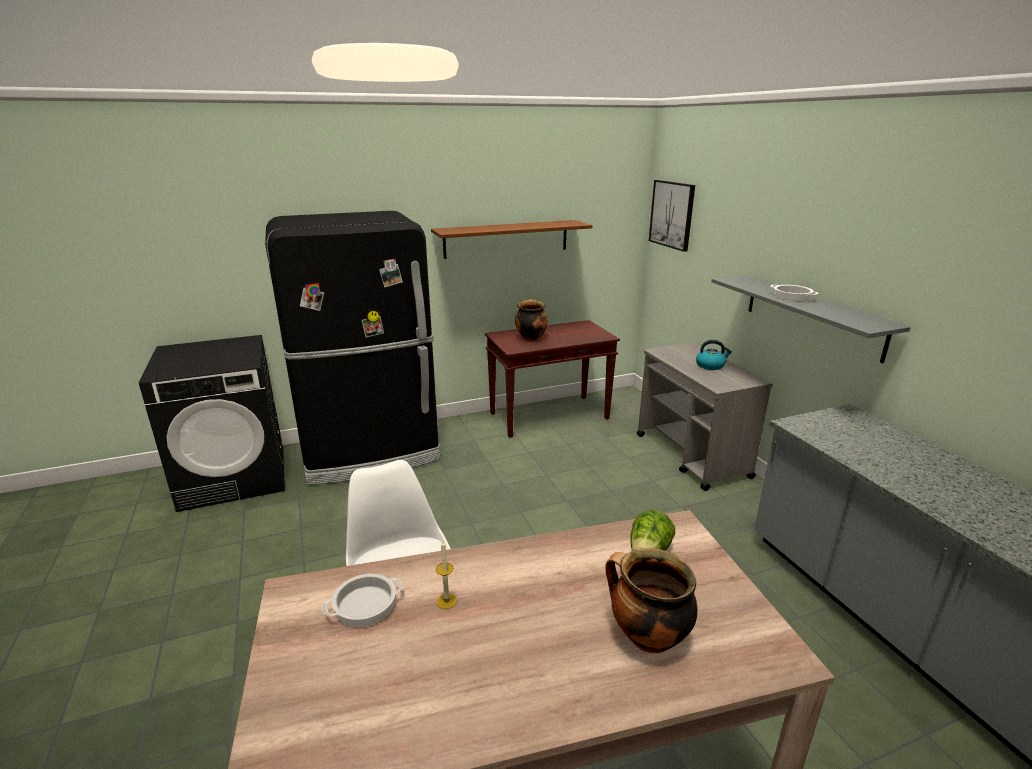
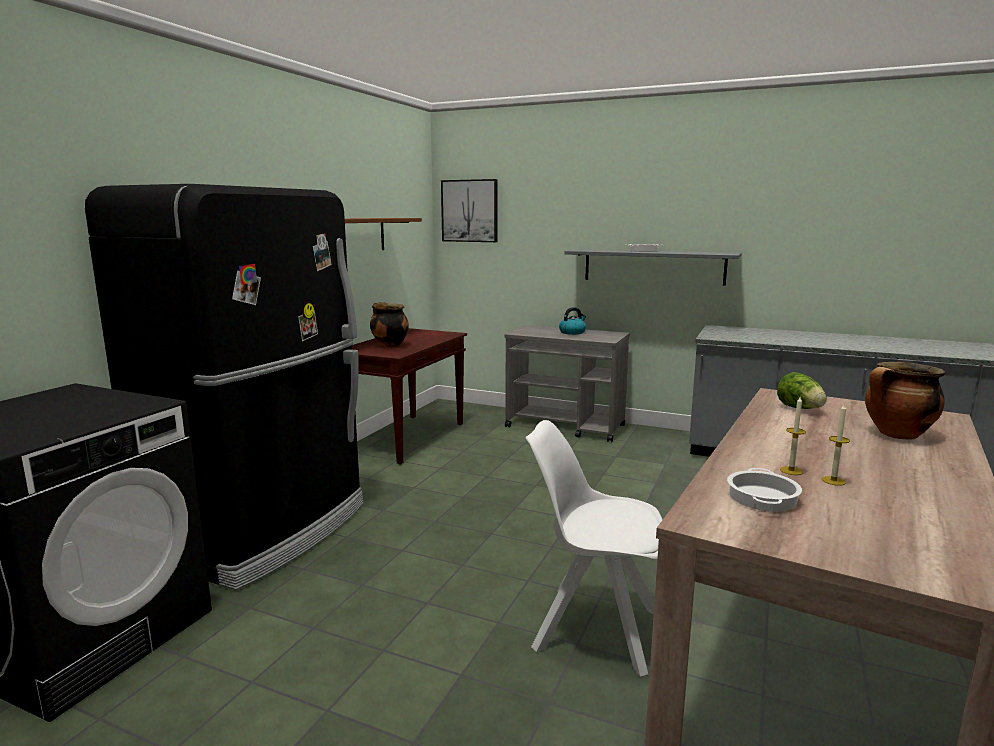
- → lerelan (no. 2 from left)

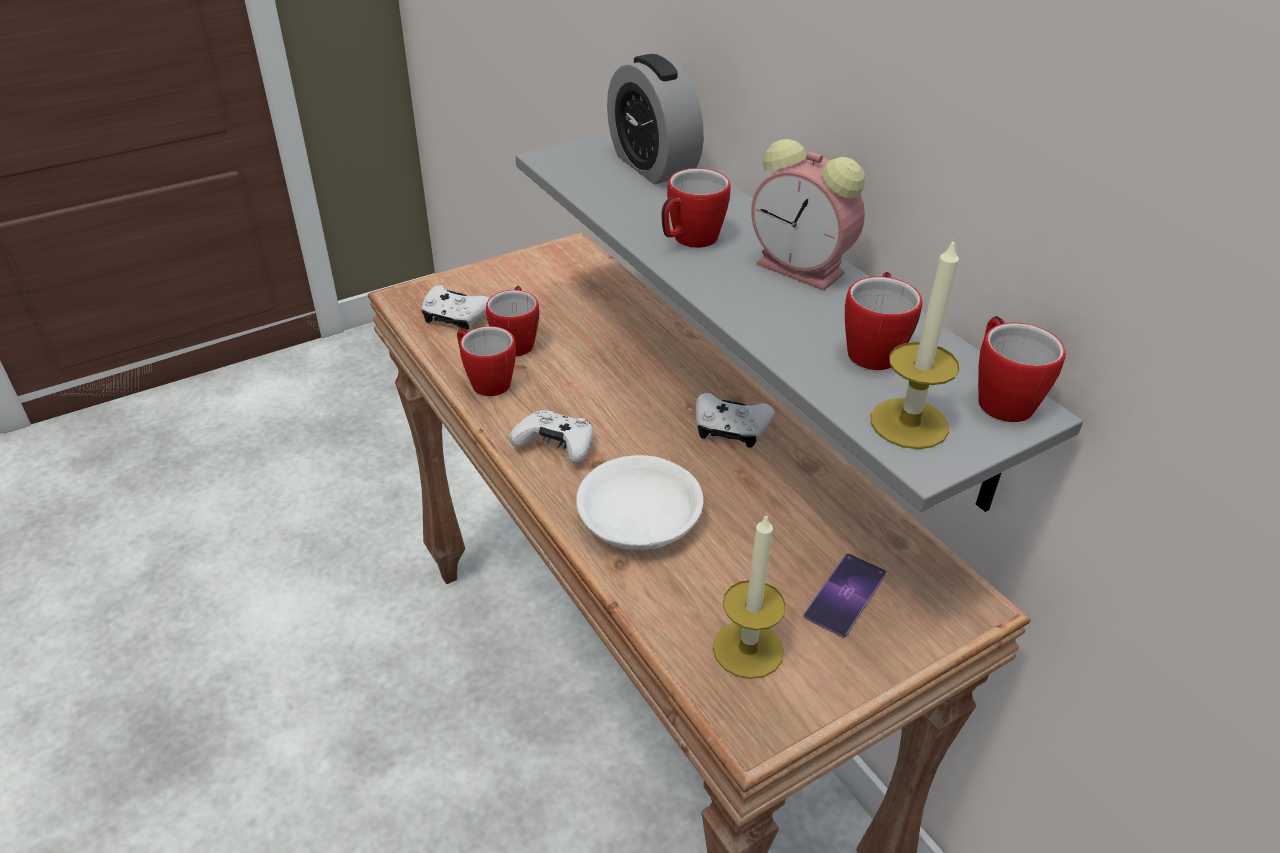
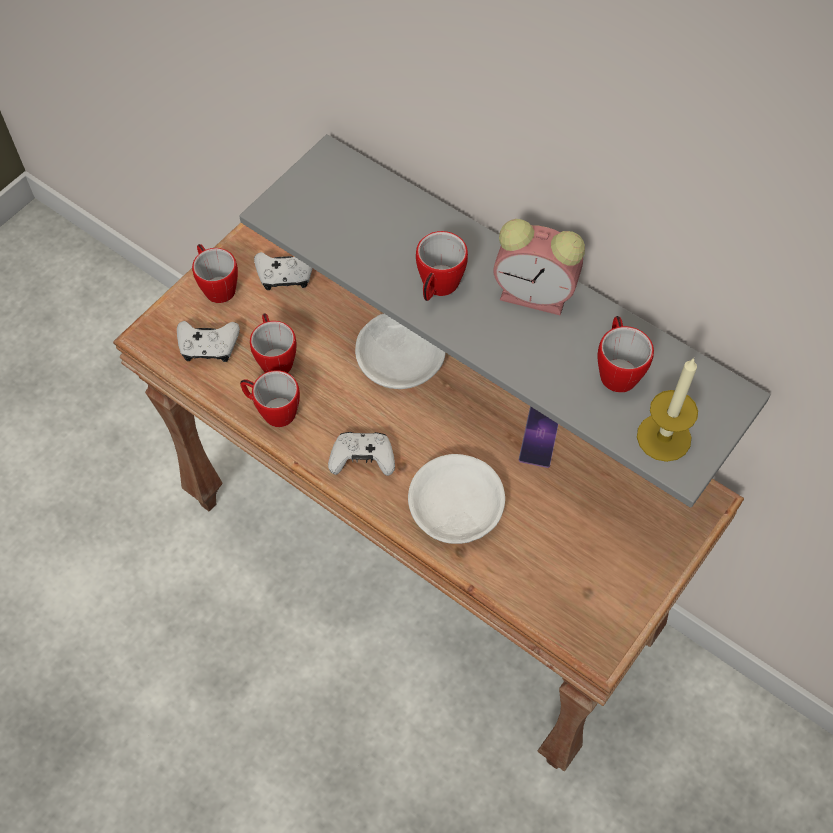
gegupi (no. 1 from left) → -
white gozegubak (no. 3 from left in the first image) → white gozegubak (no. 2 from left), relocated
lerelan (no. 1 from left) → -
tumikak, relocated
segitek (no. 5 from left in the first image) → segitek (no. 1 from left), relocated
- → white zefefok (no. 1 from left)

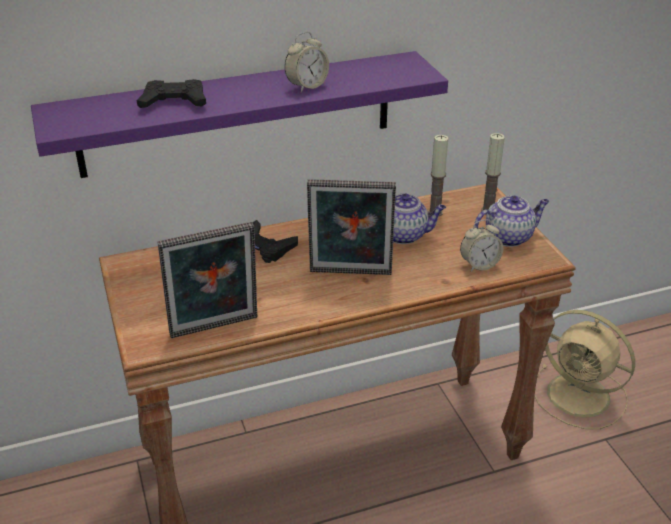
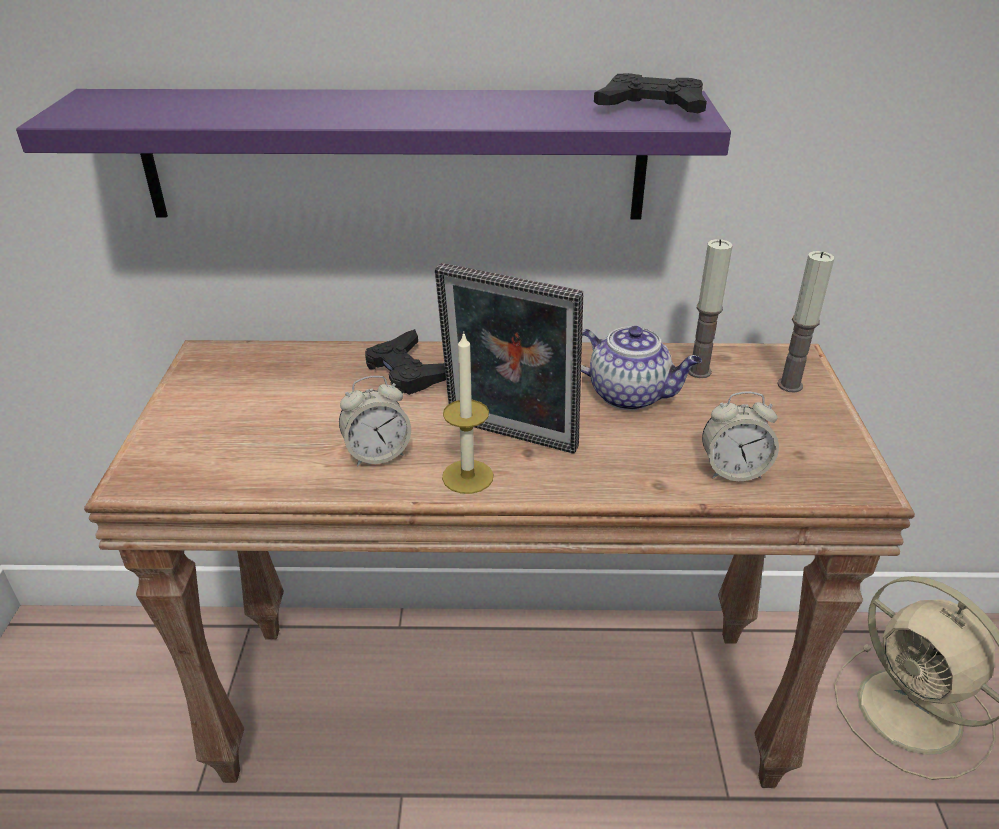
black gozegubak (no. 1 from left in the first image) → black gozegubak (no. 2 from left), relocated
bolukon (no. 1 from left) → -
gegupi (no. 1 from left), relocated
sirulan (no. 2 from left) → -
- → lerelan (no. 1 from left)

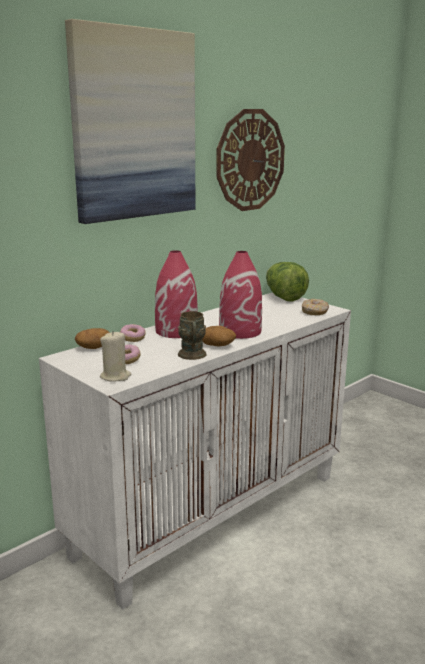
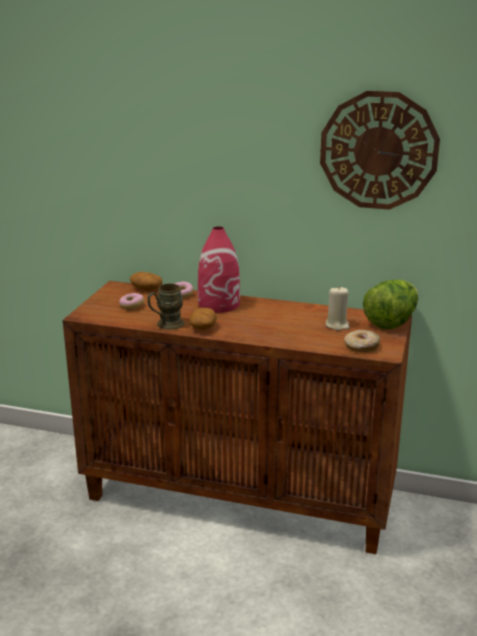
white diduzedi → brown diduzedi
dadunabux → -
beige lerelan, relocated
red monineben (no. 2 from left) → -

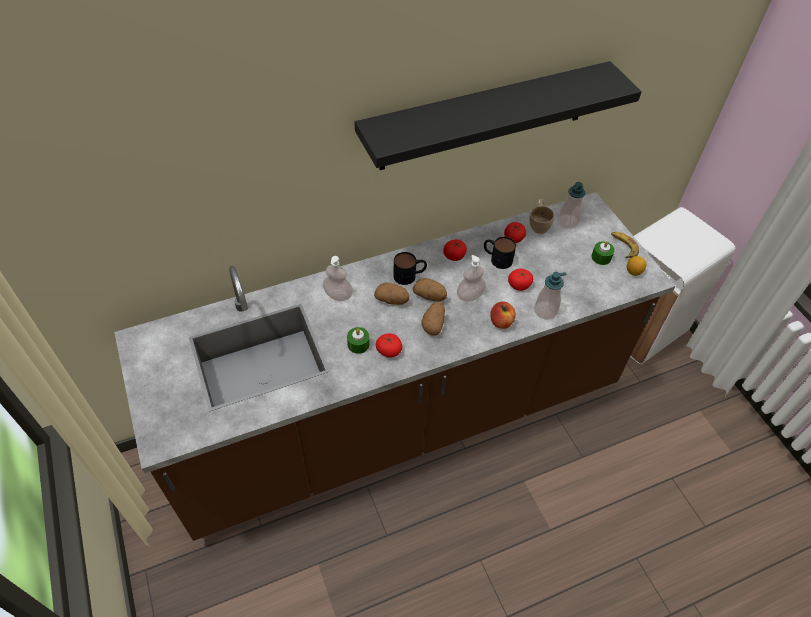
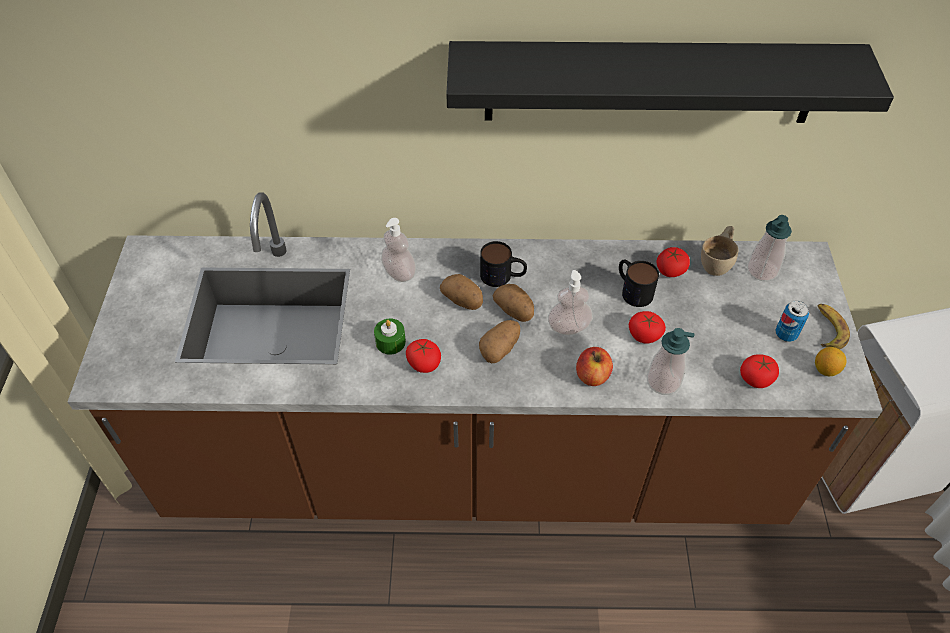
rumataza (no. 2 from left in the first image) → rumataza (no. 4 from left), relocated
green lerelan (no. 2 from left) → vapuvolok

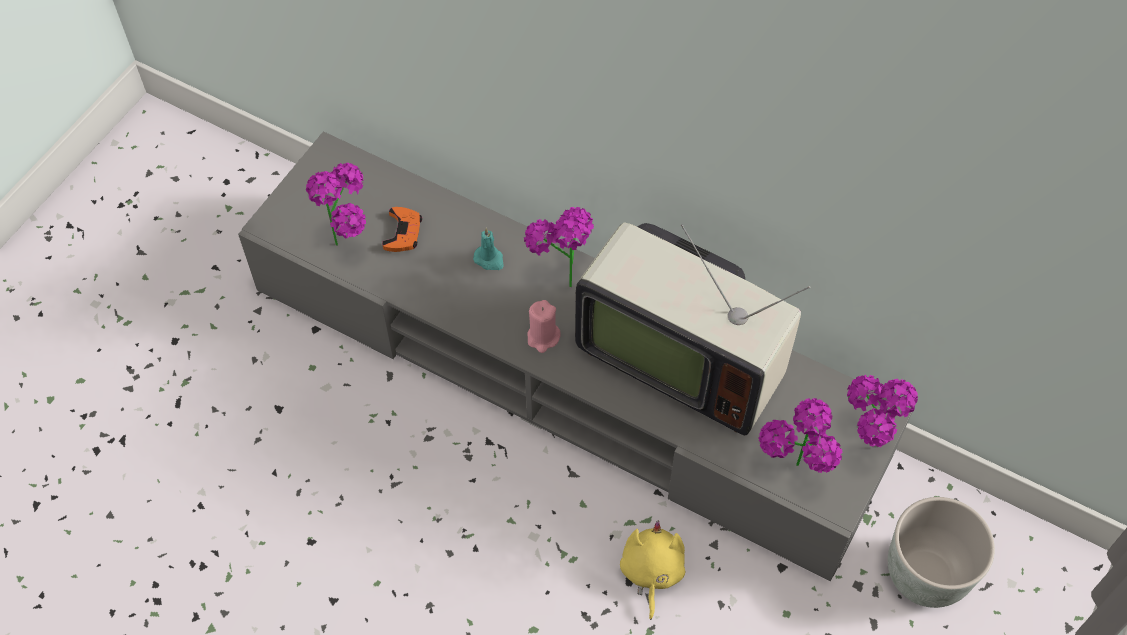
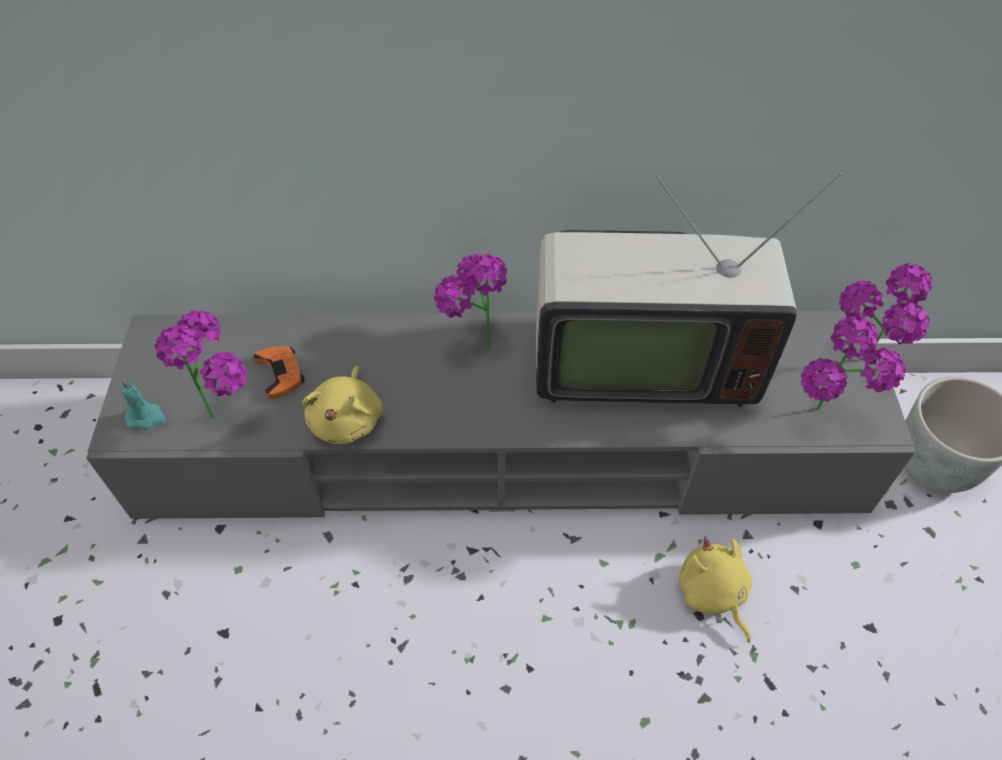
turquoise lerelan, relocated
pink lerelan → -
- → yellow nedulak (no. 1 from left)

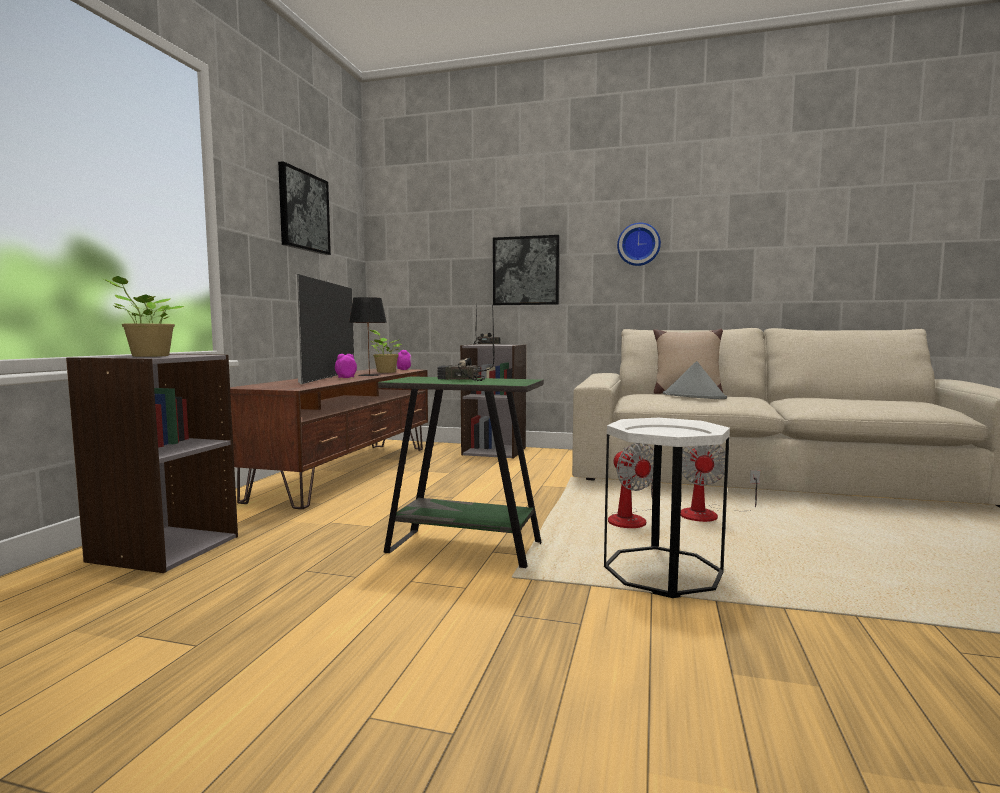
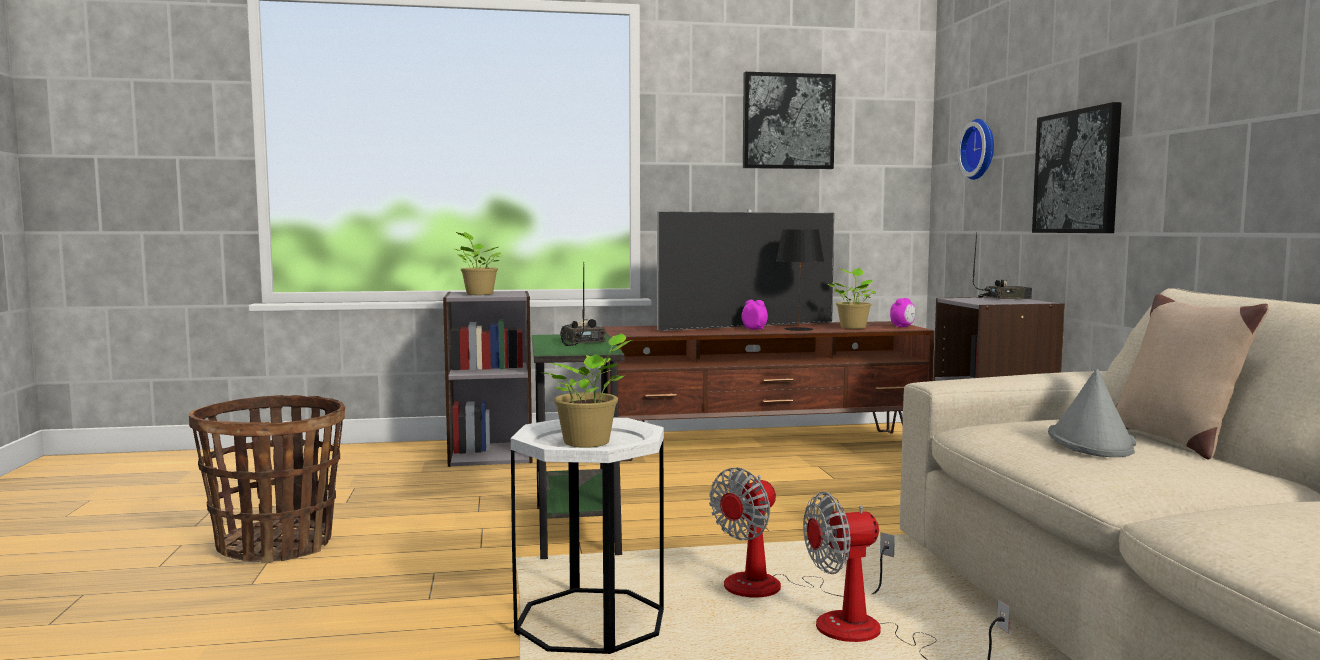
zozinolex, relocated
- → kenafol
- → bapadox (no. 2 from left)

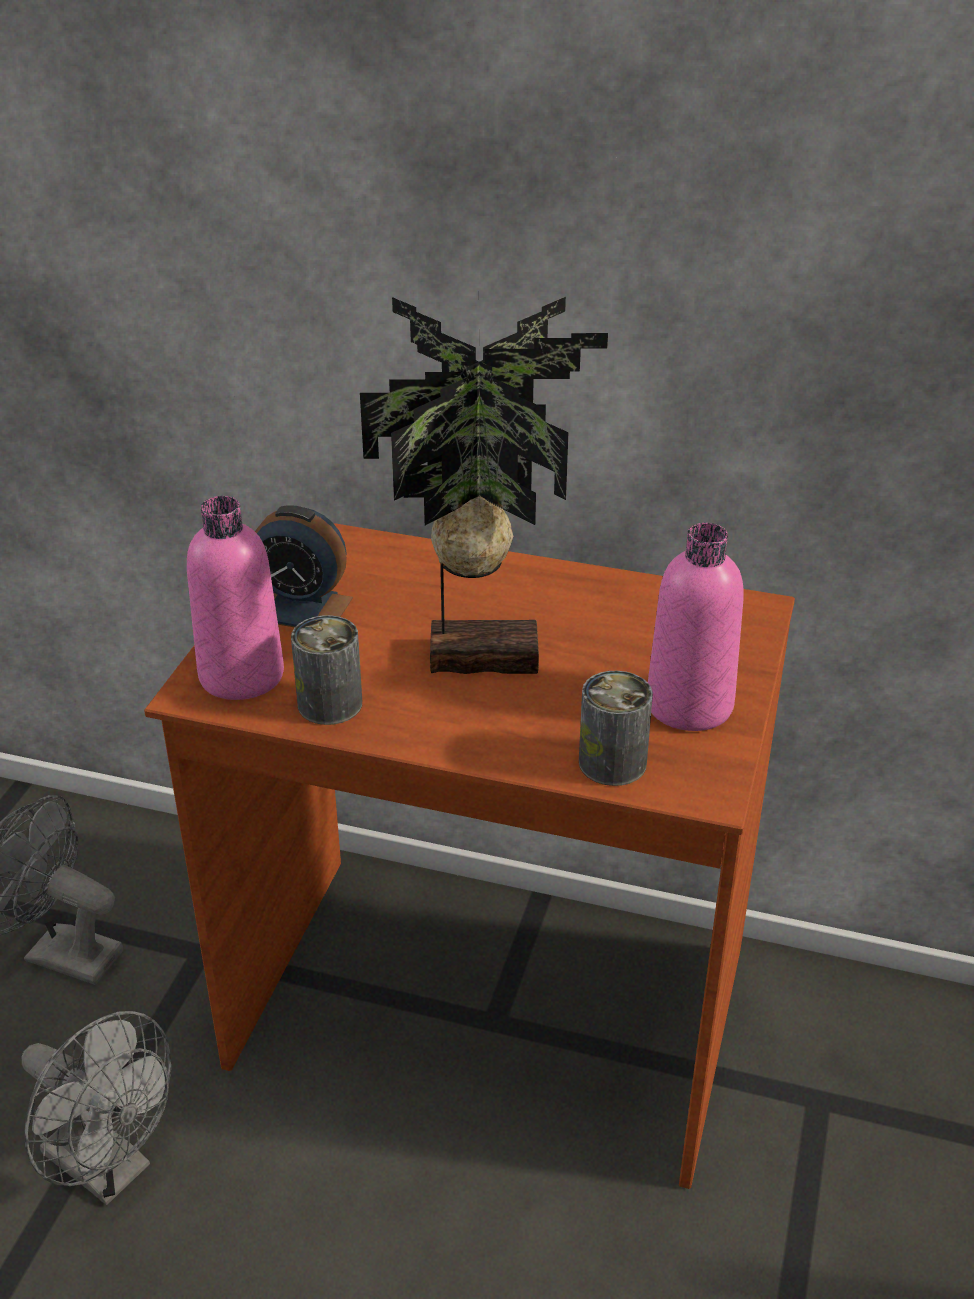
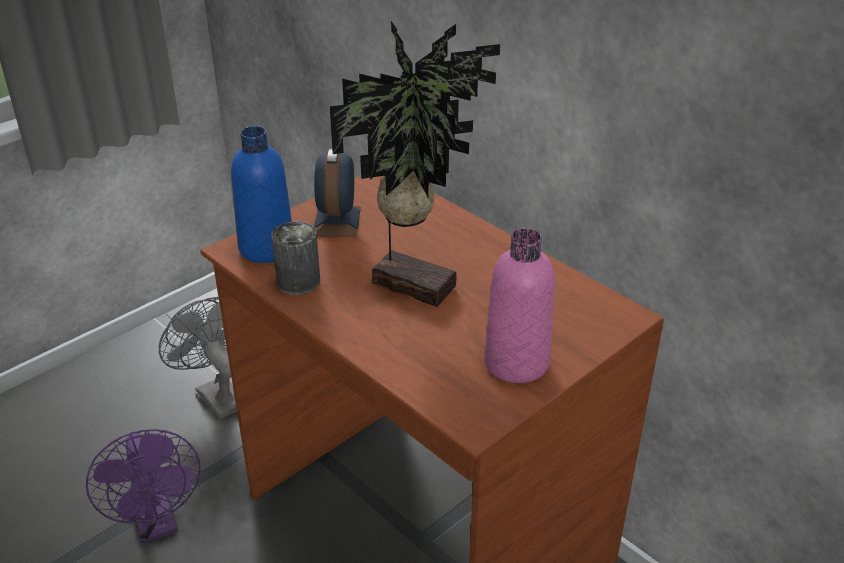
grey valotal (no. 2 from left) → purple valotal
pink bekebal (no. 1 from left) → blue bekebal
gegupi, 45 degrees clockwise
vapuvolok (no. 2 from left) → -

